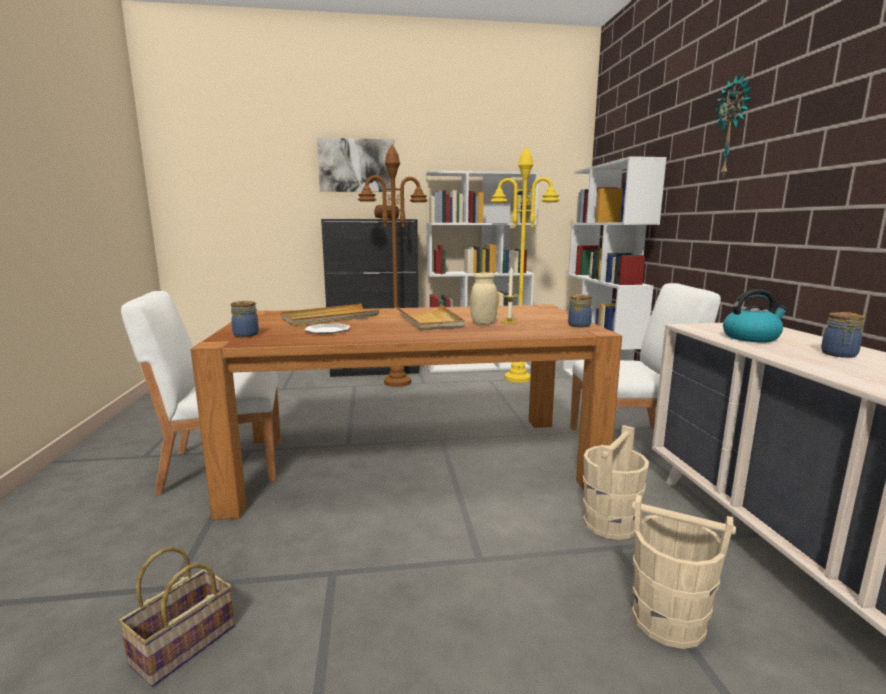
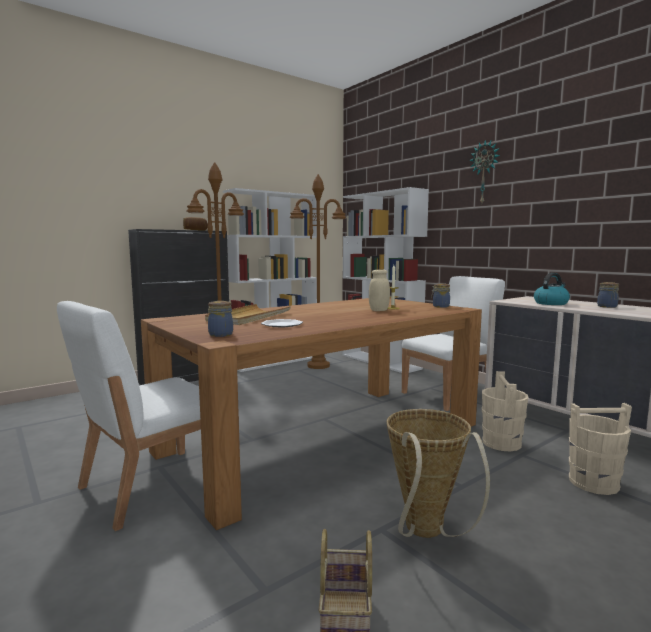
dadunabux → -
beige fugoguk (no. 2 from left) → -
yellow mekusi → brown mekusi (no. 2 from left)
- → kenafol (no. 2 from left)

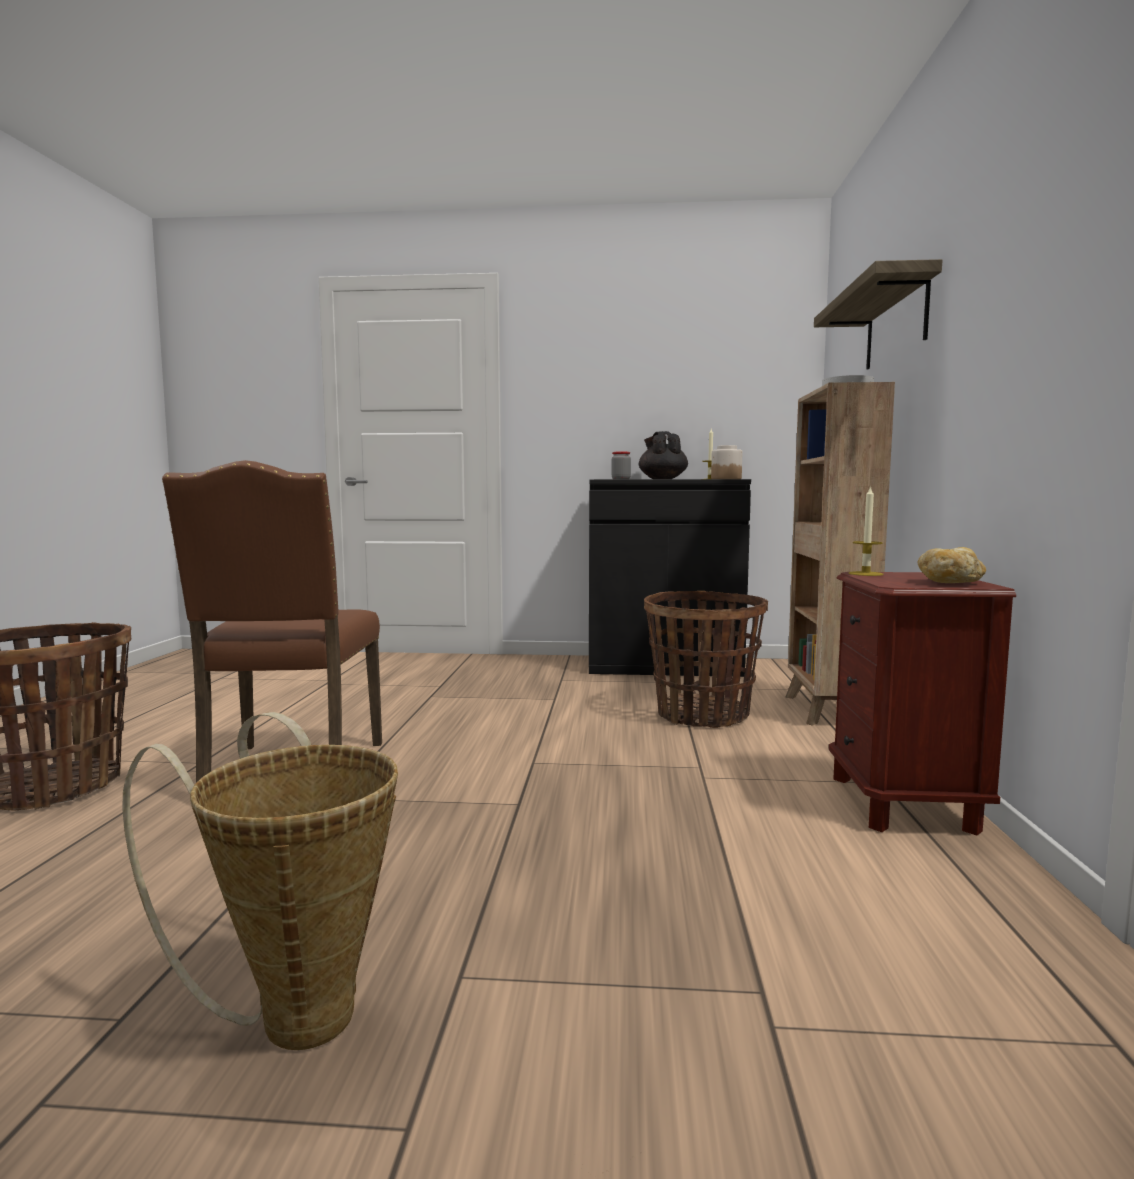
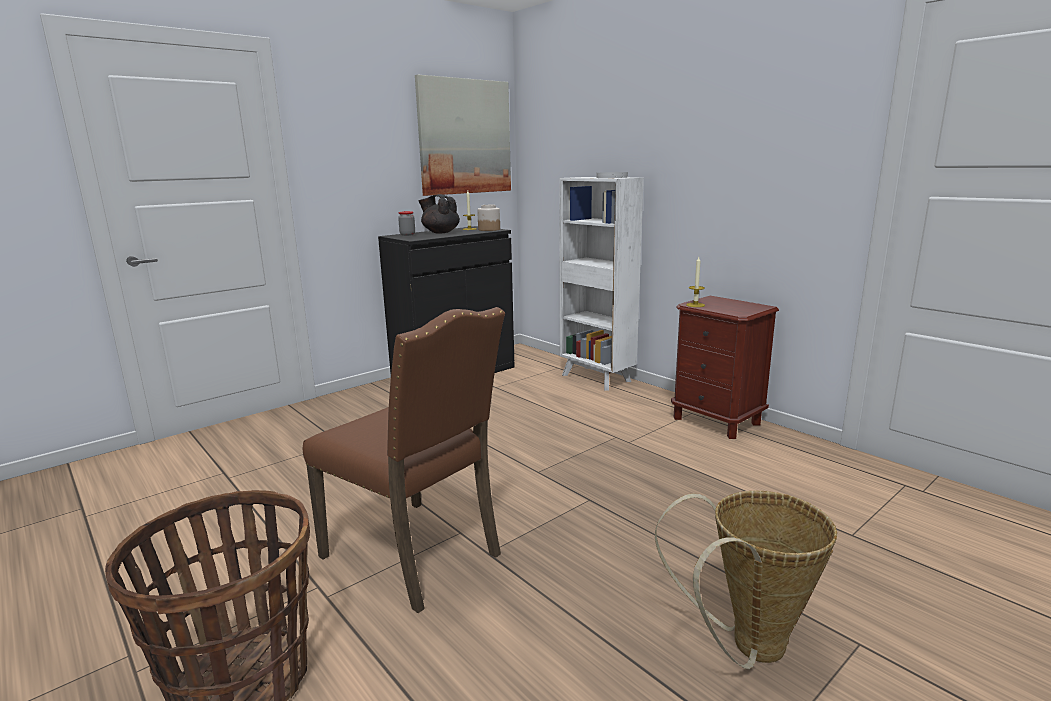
kenafol (no. 3 from left) → -
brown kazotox → white kazotox
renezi → -
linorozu → -
- → dadunabux

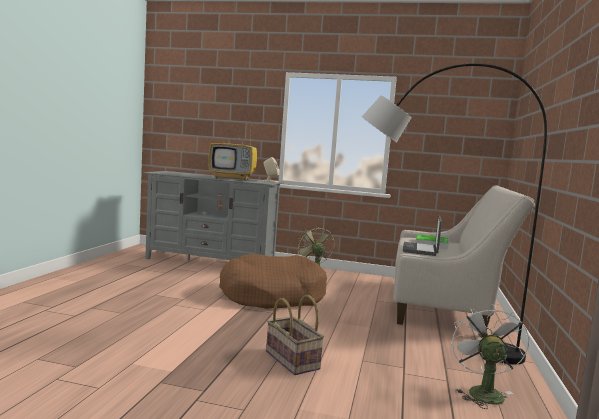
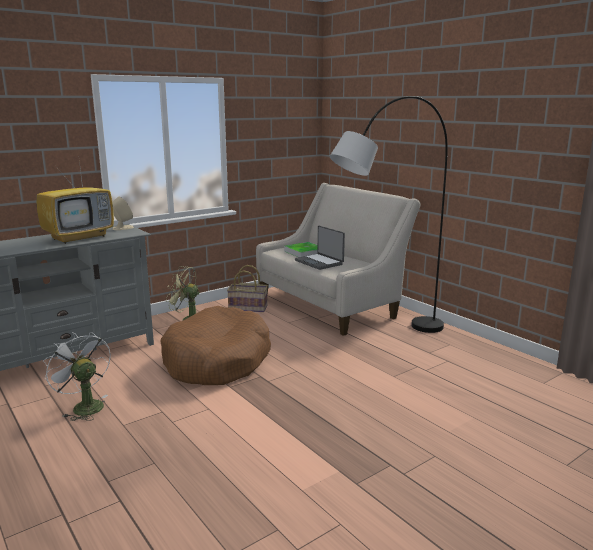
kenafol, relocated
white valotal, relocated

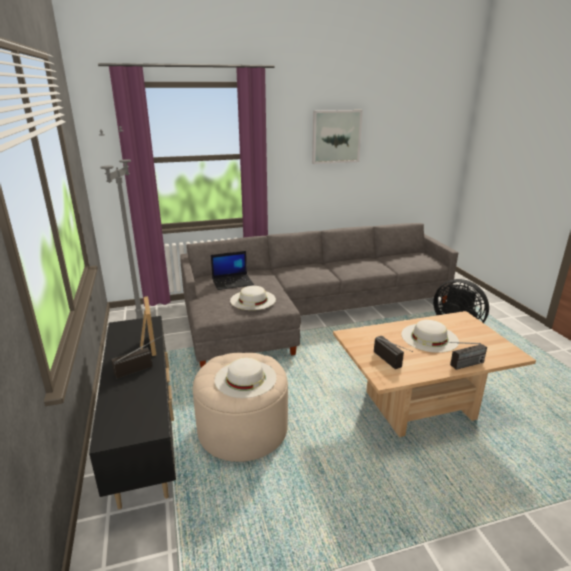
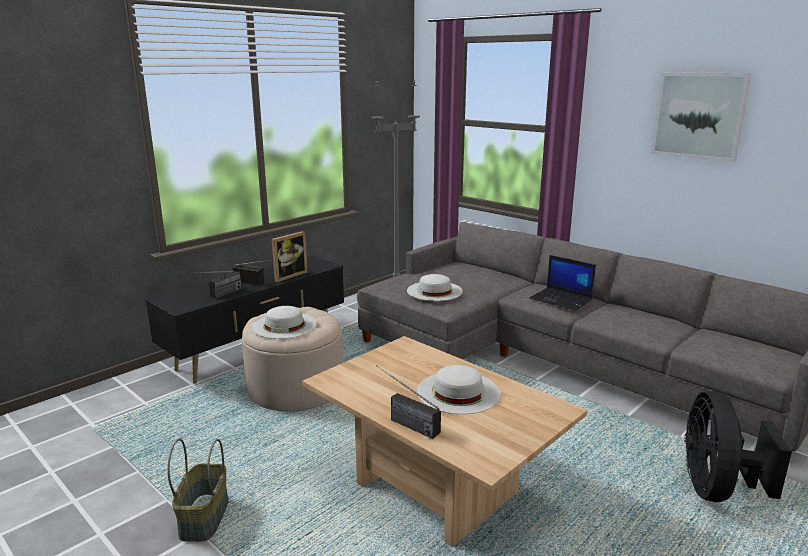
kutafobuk, relocated
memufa (no. 2 from left in the first image) → memufa (no. 1 from left), relocated
- → kenafol

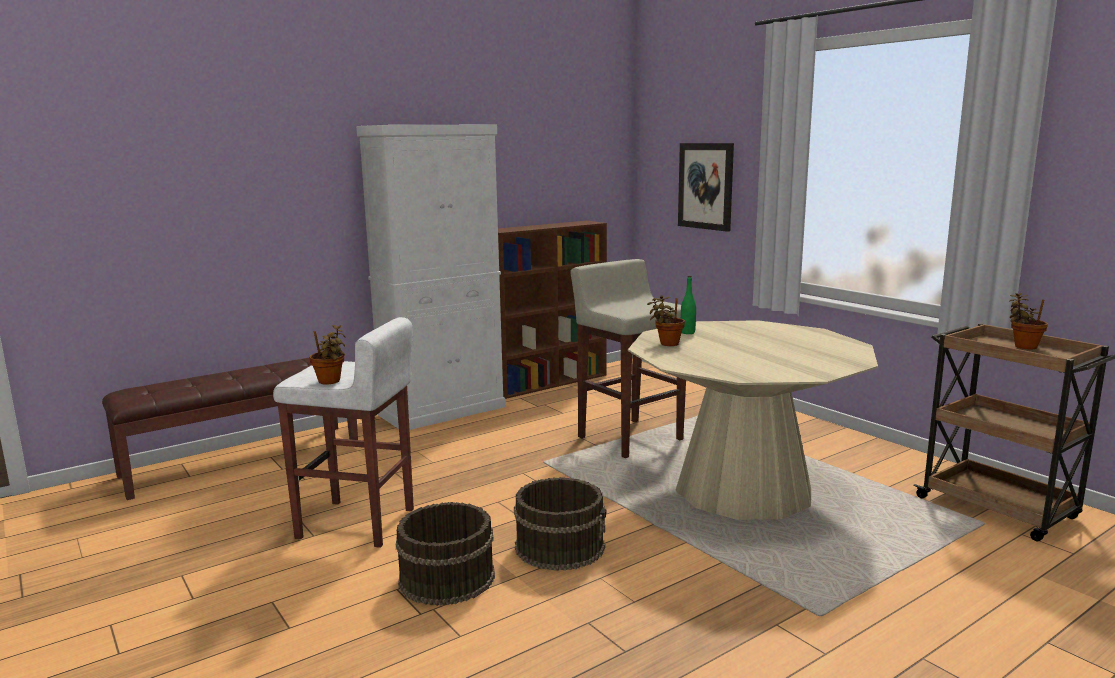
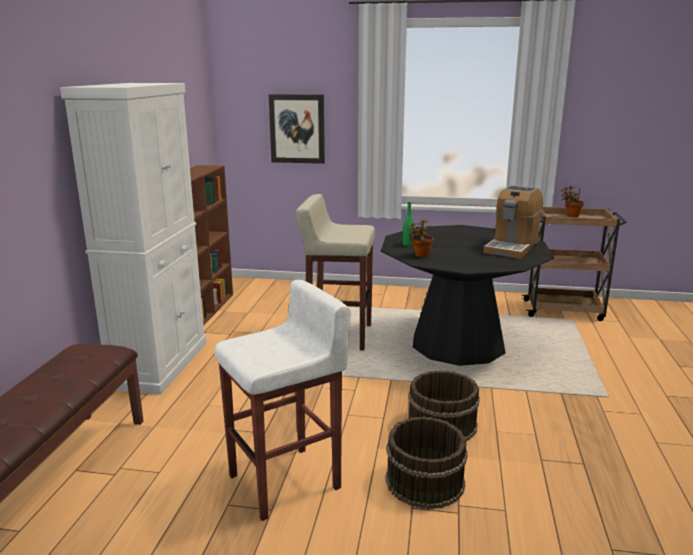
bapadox (no. 1 from left) → -
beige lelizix → black lelizix
- → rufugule

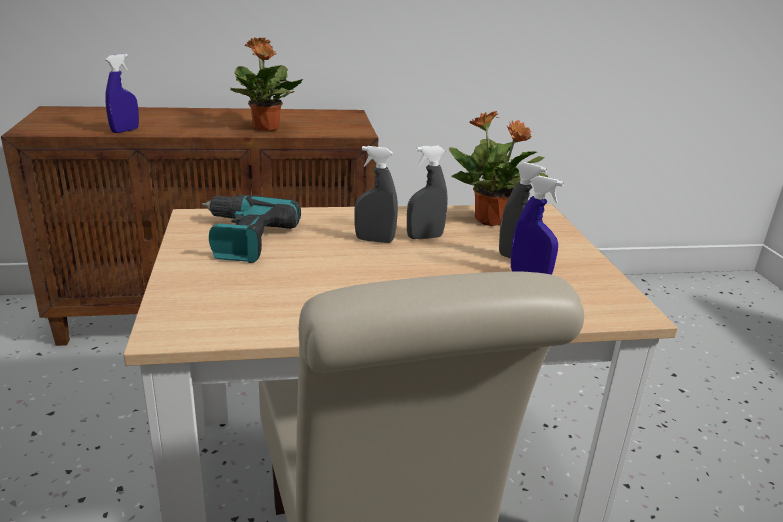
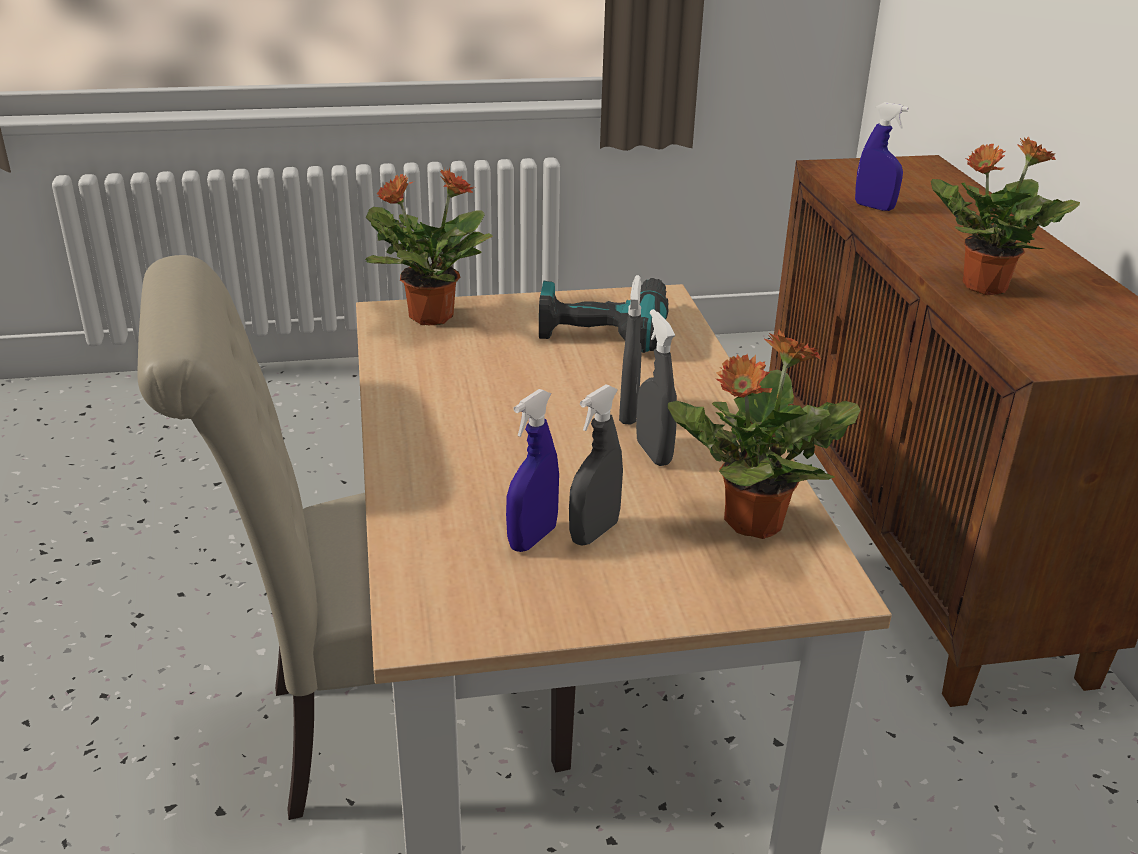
- → bapadox (no. 1 from left)

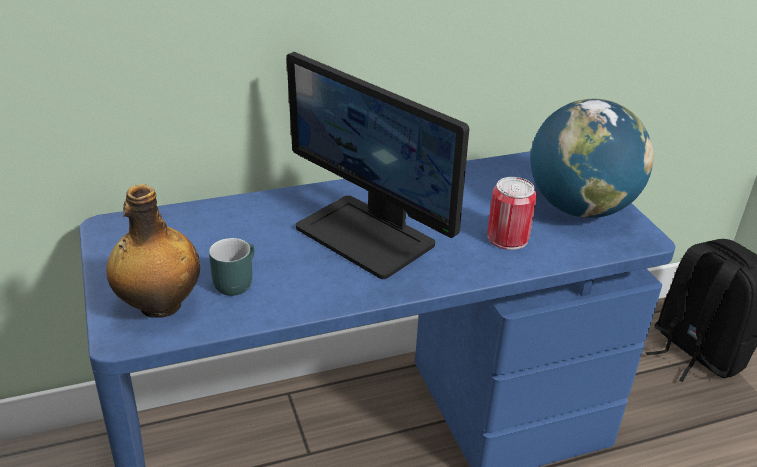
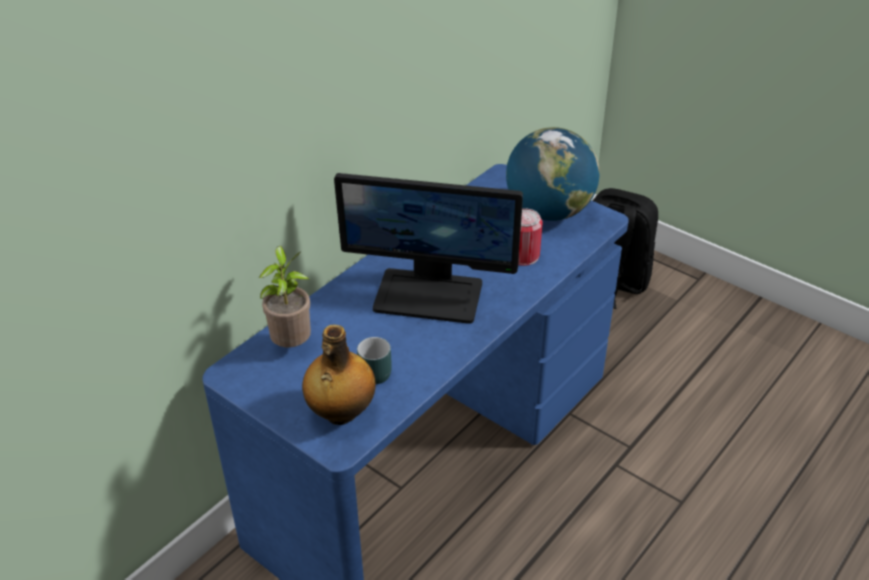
- → bapadox

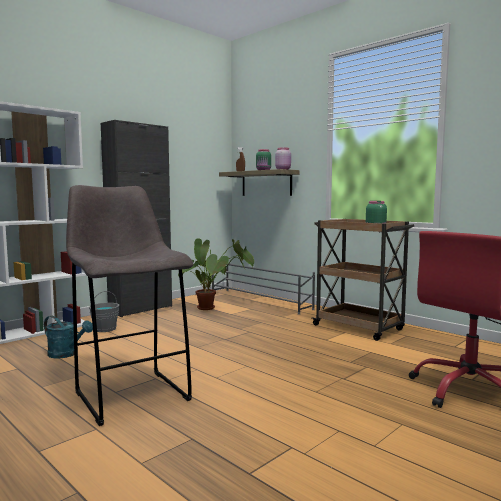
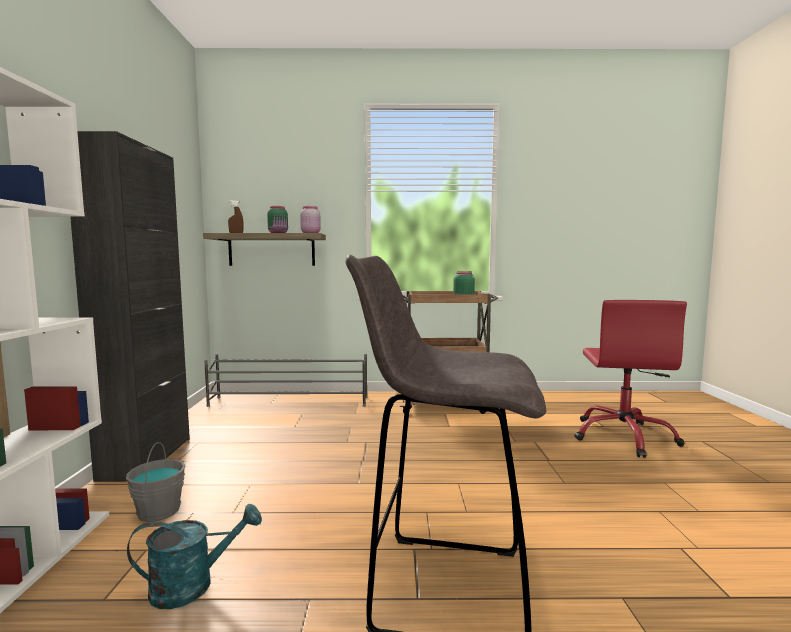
bapadox → -

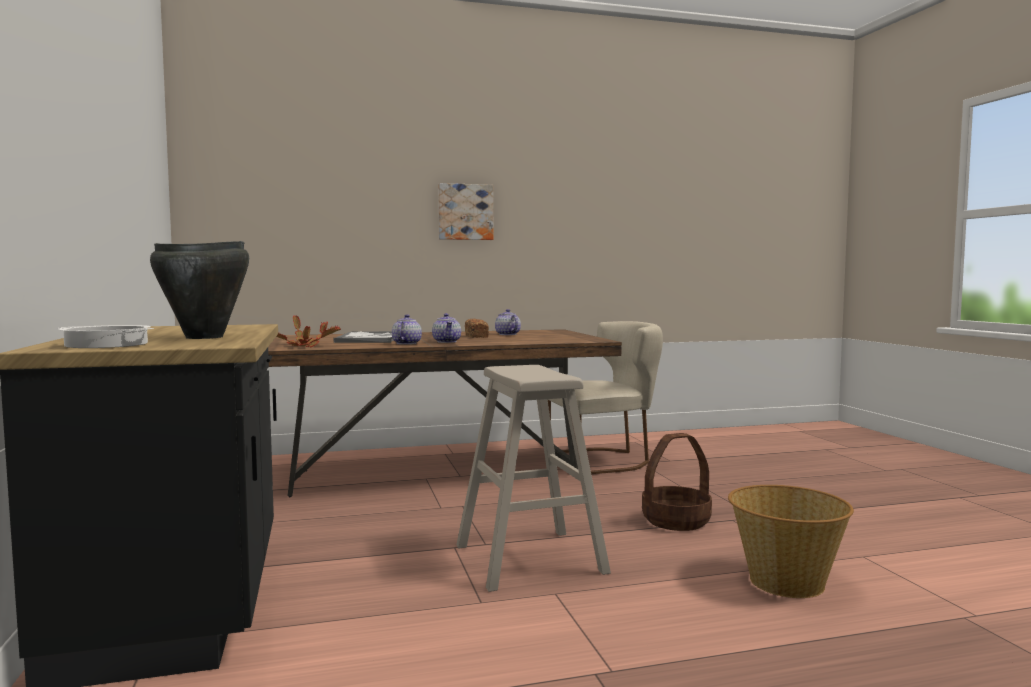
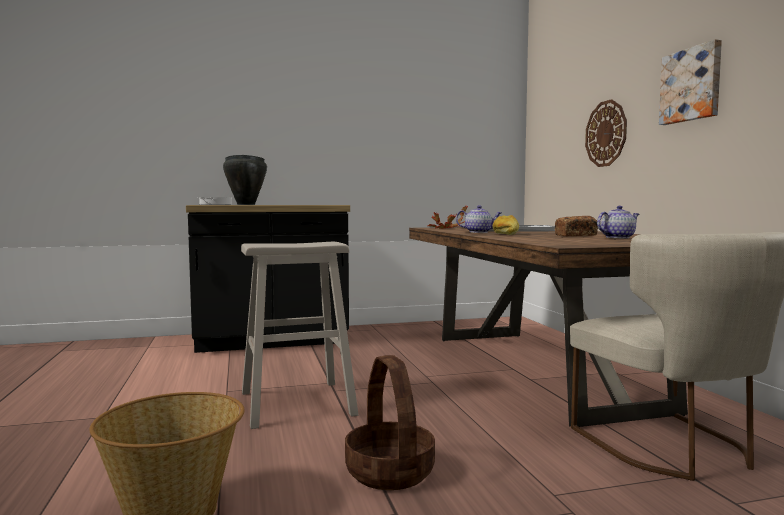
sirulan (no. 2 from left) → linorozu (no. 1 from left)
- → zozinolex

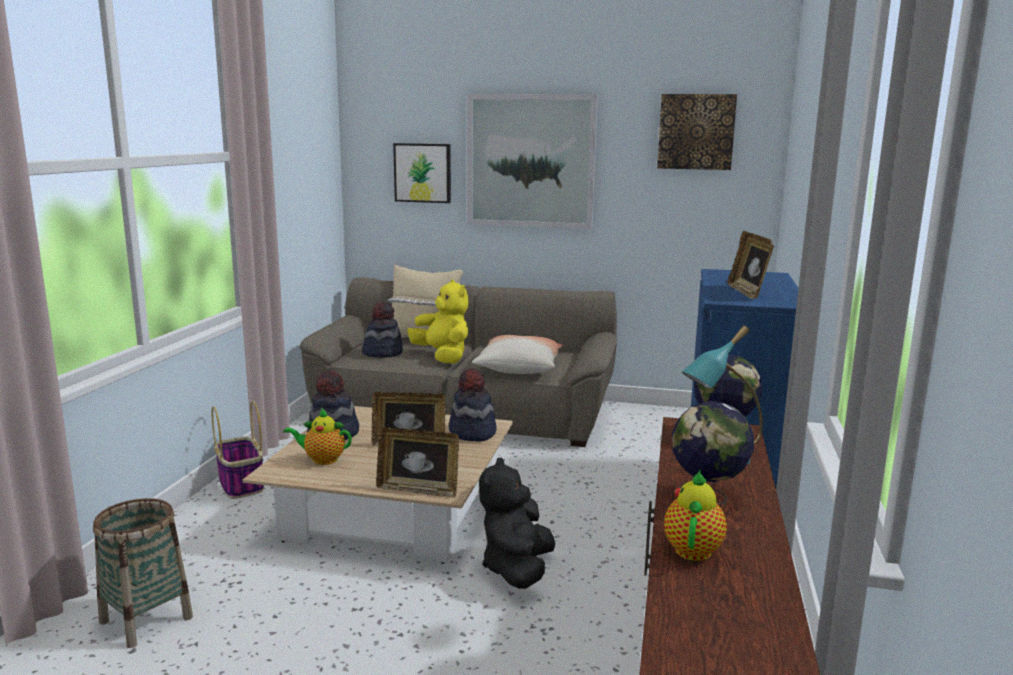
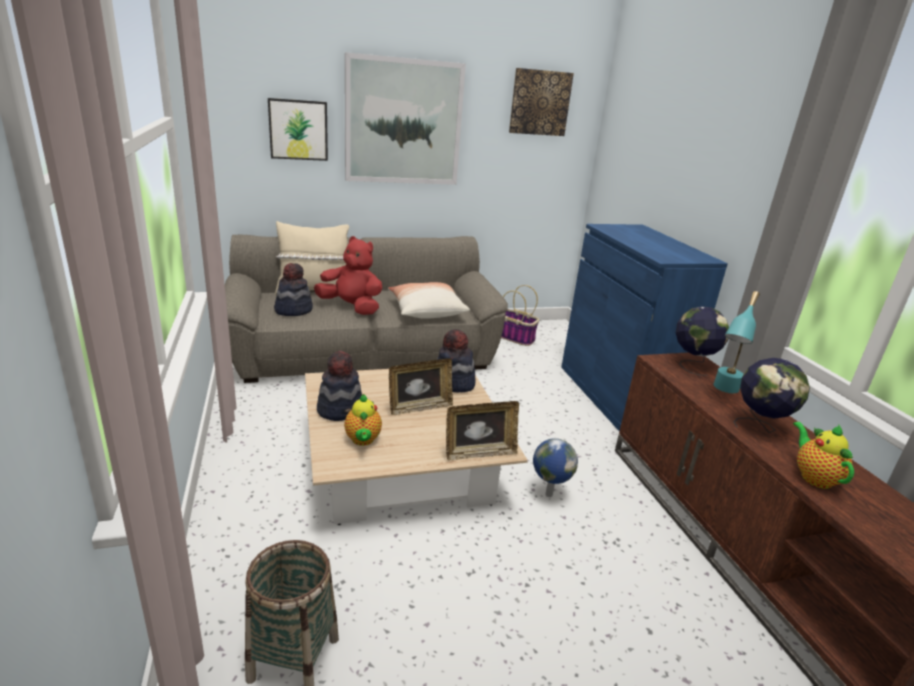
kenafol (no. 2 from left), relocated
sirulan (no. 1 from left), 75 degrees counterclockwise
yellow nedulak → red nedulak
black nedulak → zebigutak (no. 1 from left)
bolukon (no. 3 from left) → -

